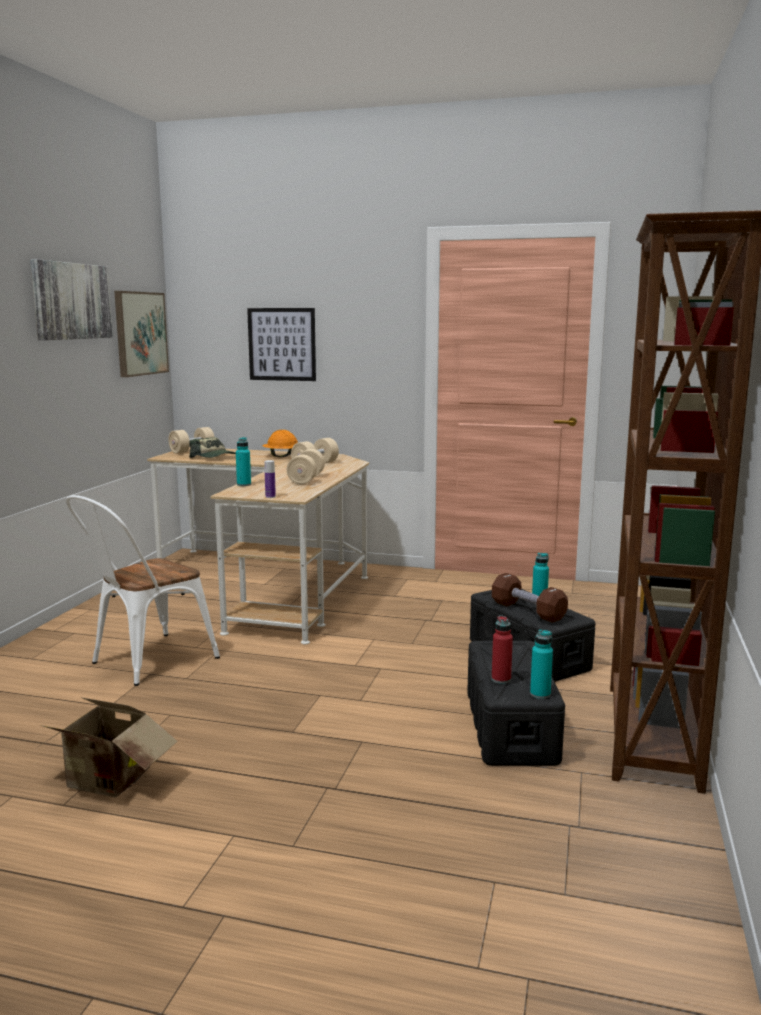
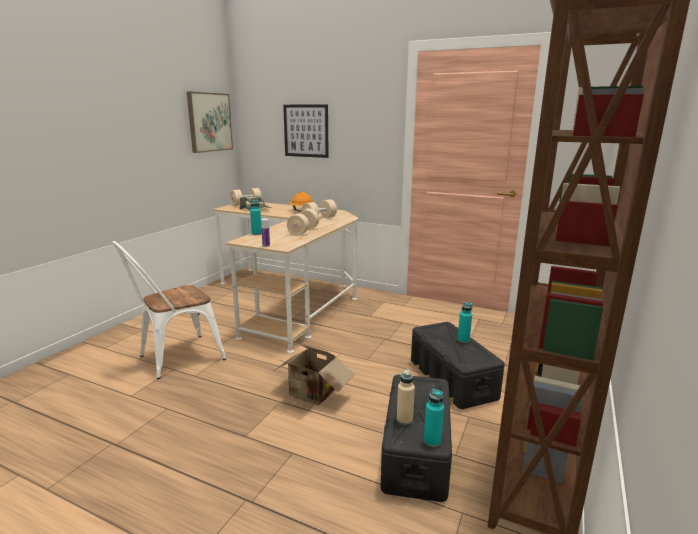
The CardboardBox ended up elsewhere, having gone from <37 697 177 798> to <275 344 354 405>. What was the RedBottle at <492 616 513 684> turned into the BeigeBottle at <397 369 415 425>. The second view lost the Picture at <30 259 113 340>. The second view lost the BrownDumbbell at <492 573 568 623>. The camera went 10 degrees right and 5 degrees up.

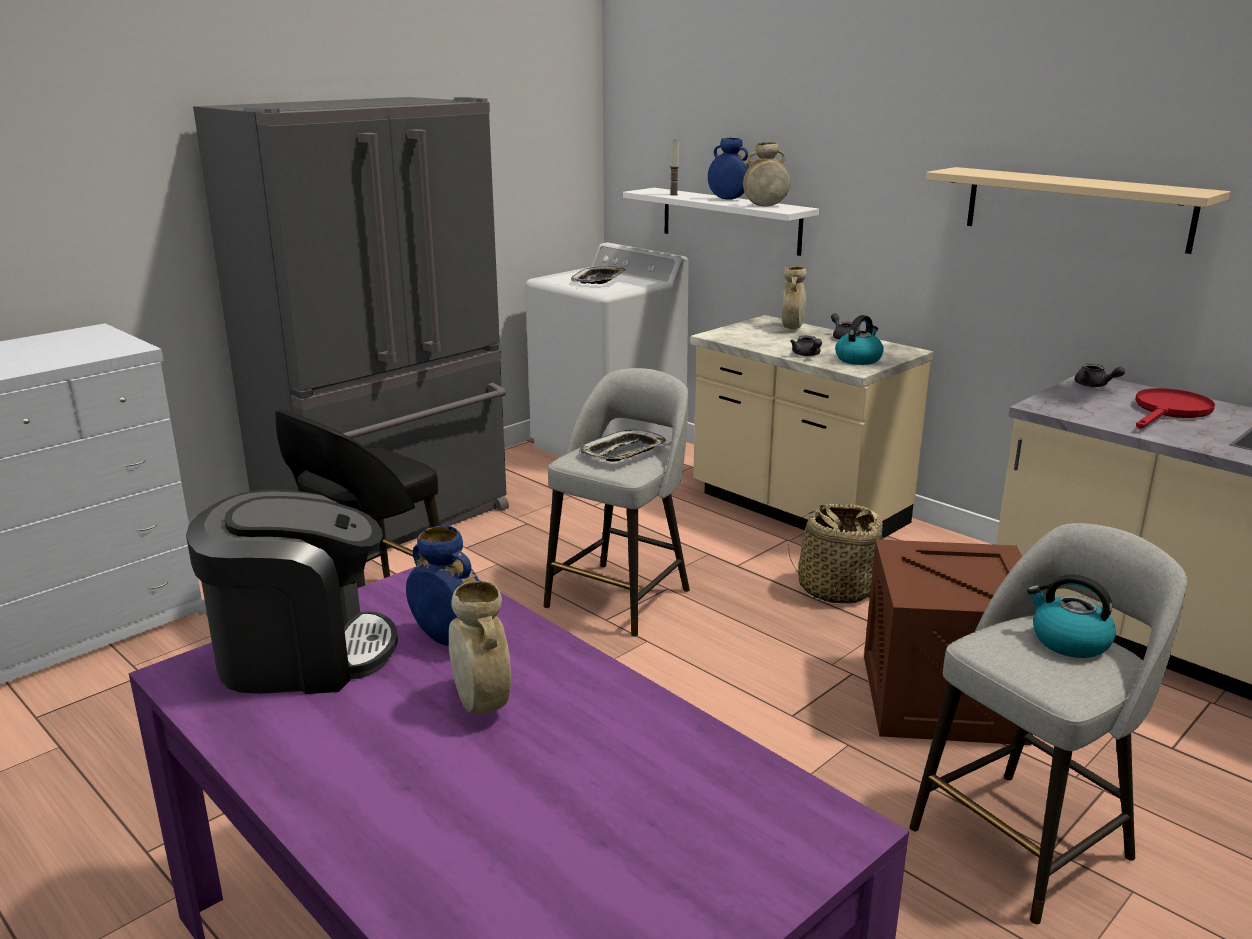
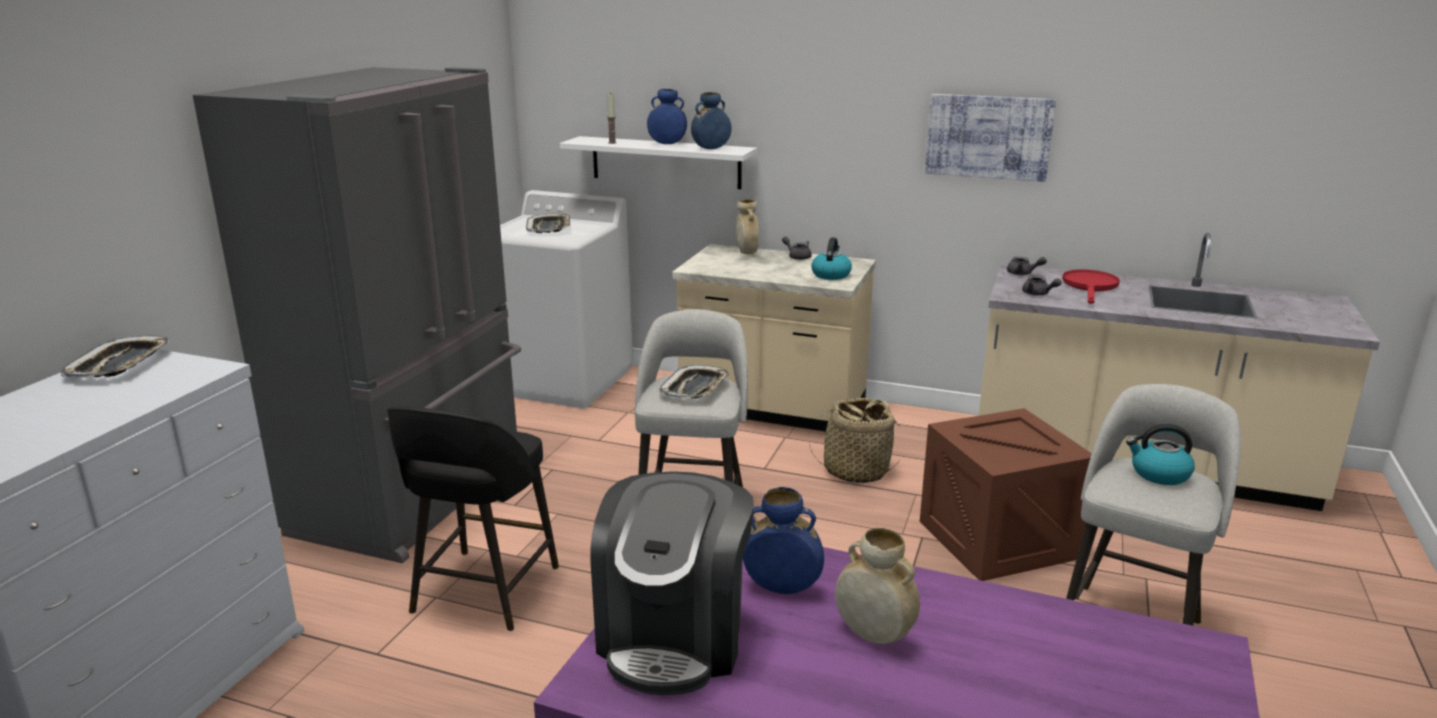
The second view gained the Tray at <61 335 169 378>. The CoffeeMachine at <186 489 398 694> ended up facing another way, 135 degrees clockwise from before. What was the BeigeVase at <743 142 790 207> turned into the BlueVase at <691 92 732 149>. Where the BeigeShelf hung at <926 167 1230 254>, the Picture came to hang at <925 94 1056 182>. The GreyTeapot ended up elsewhere, having gone from <790 336 822 356> to <1022 276 1062 295>. The camera went 25 degrees left and 0 degrees up.

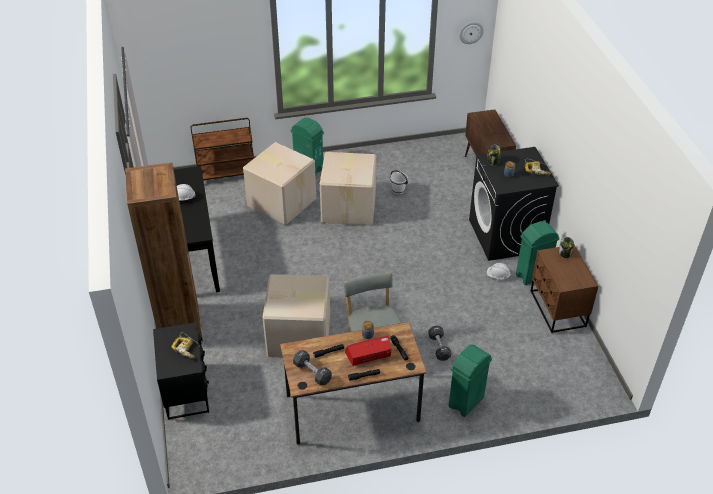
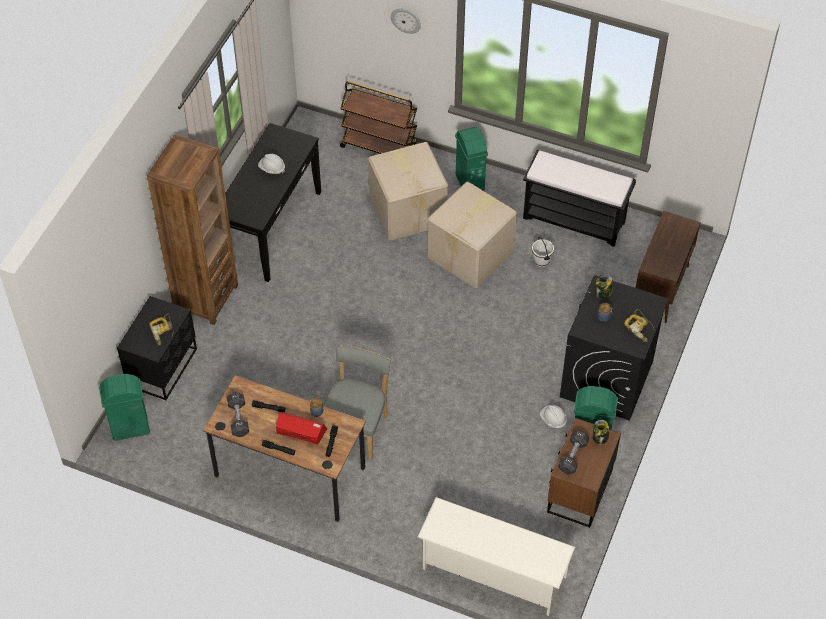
The GreenTrashCan ended up elsewhere, having gone from <449 344 492 417> to <99 374 150 441>. The WallClock ended up elsewhere, having gone from <459 22 484 44> to <391 9 421 34>. The second view gained the WhiteShoeRack at <418 497 575 616>. The second view gained the BlackBench at <523 150 636 247>. The BlackDumbbell ended up elsewhere, having gone from <428 325 451 361> to <558 430 589 474>. The second view lost the CardboardBox at <262 274 330 357>. The camera went 35 degrees right and 10 degrees up.

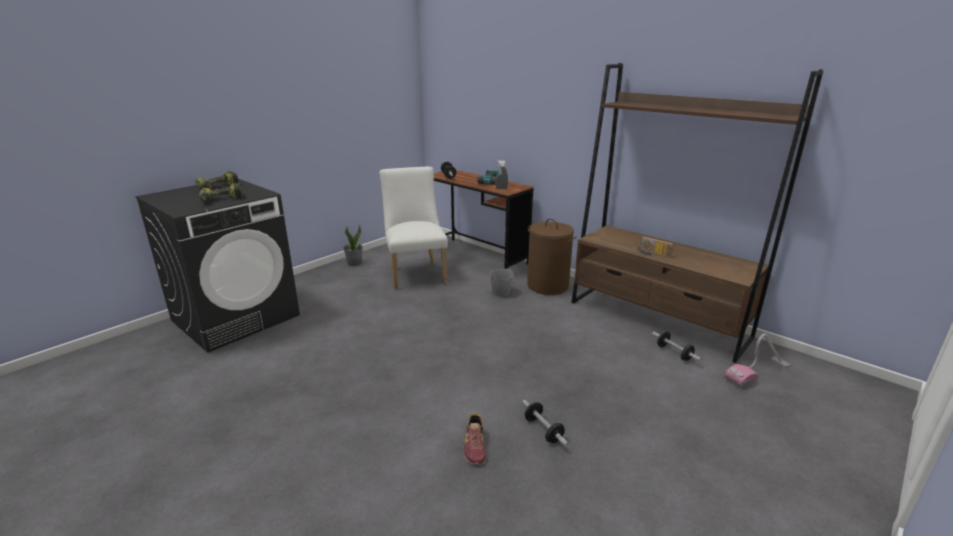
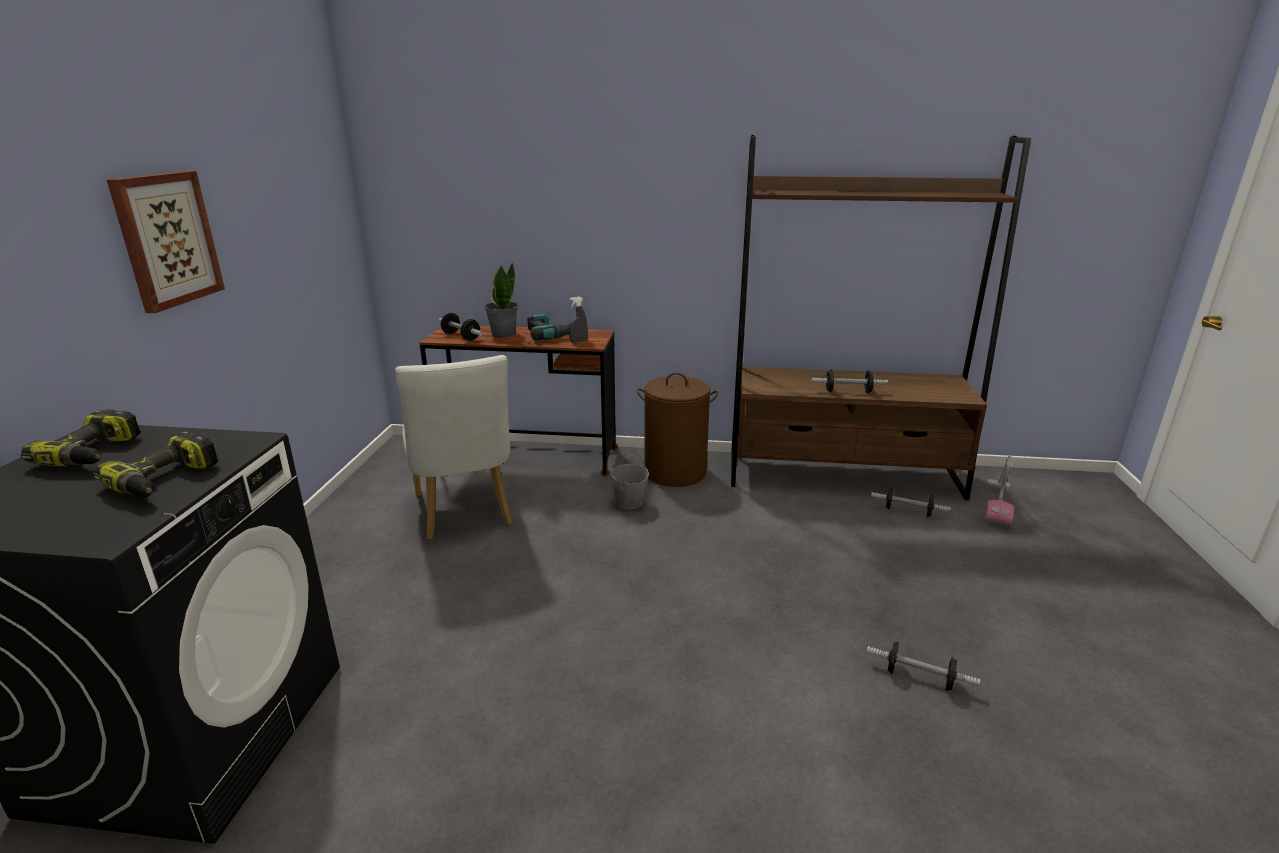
The second view gained the Picture at <107 171 225 313>. The WhiteChair at <379 167 448 290> ended up facing another way, 150 degrees counterclockwise from before. The PottedPlant ended up elsewhere, having gone from <343 225 363 266> to <485 263 518 338>. Where the Radio stood at <637 236 673 258>, the Dumbbell came to stand at <811 369 888 393>. The second view lost the Shoe at <464 413 486 464>. The camera went 35 degrees left and 0 degrees up.

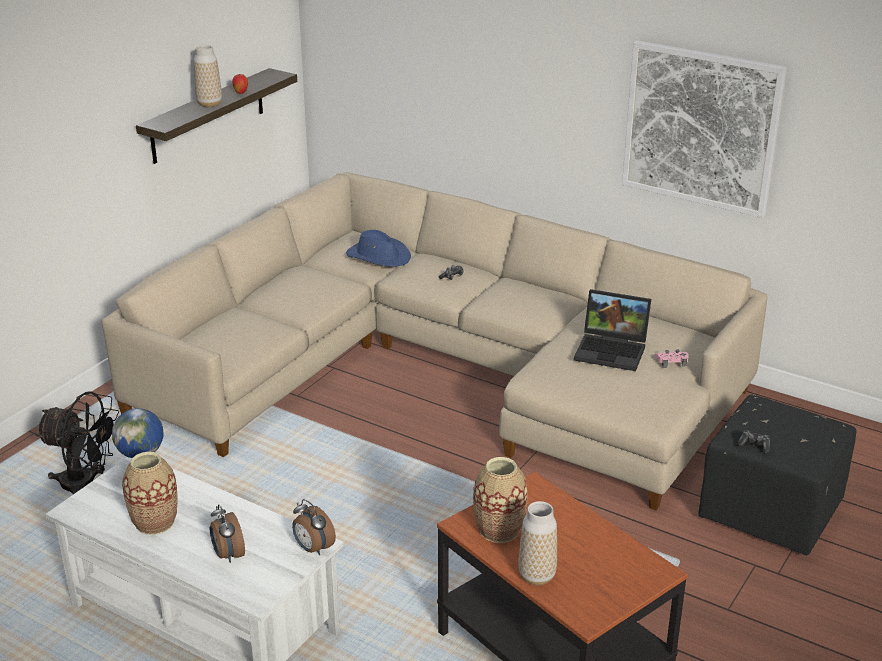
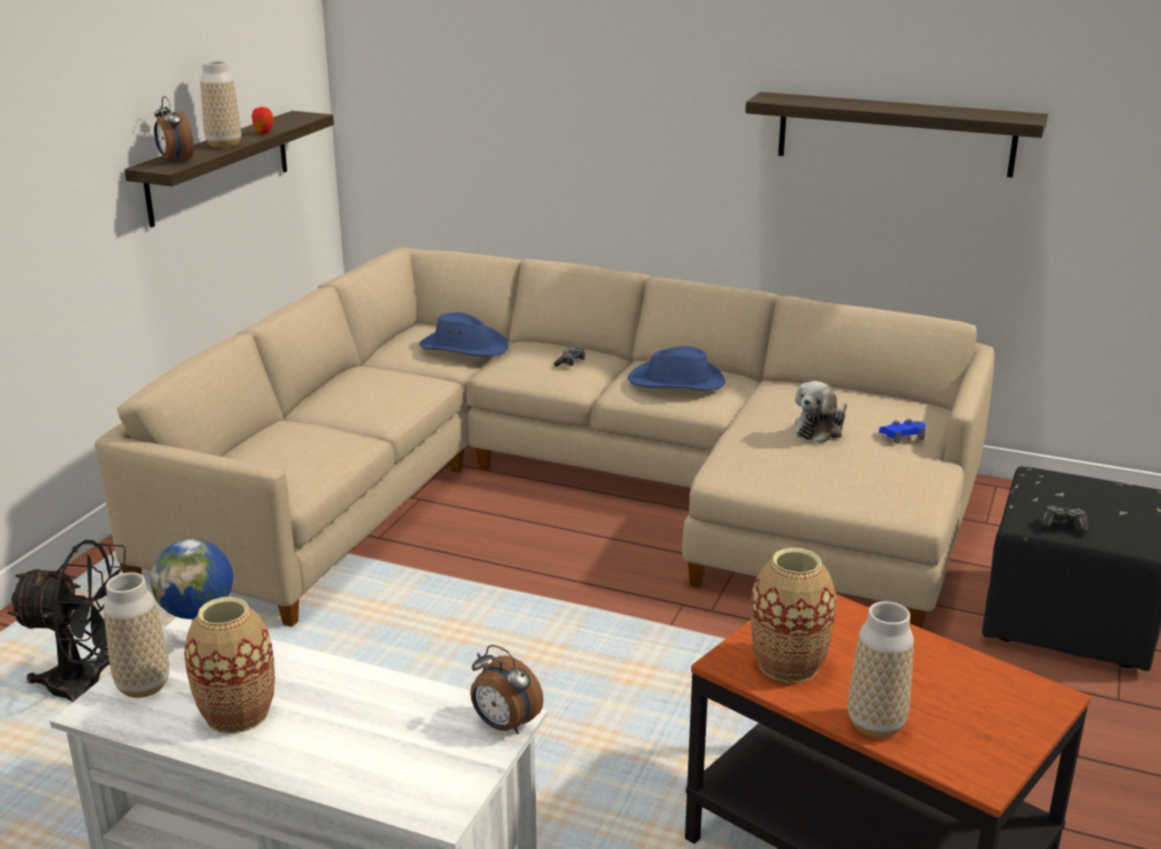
The second view gained the Vase at <104 572 169 698>. The AlarmClock ended up elsewhere, having gone from <210 504 245 563> to <154 96 194 163>. The second view gained the BlueHat at <627 346 725 391>. Where the Picture hung at <622 40 787 218>, the Shelf came to hang at <745 92 1048 178>. Where the Laptop stood at <574 289 651 371>, the PlushToy came to stand at <795 381 847 443>. What was the PinkGameController at <655 350 689 368> turned into the BlueGameController at <879 419 925 444>. The camera went 10 degrees left and 5 degrees down.

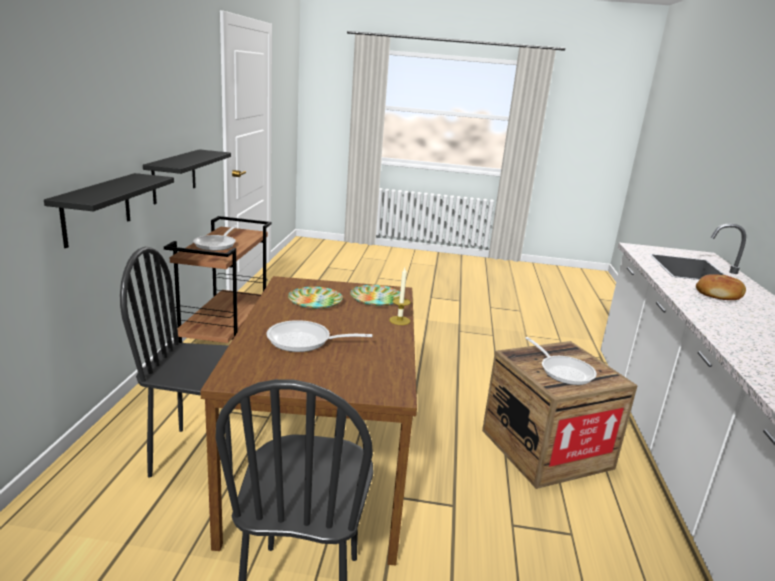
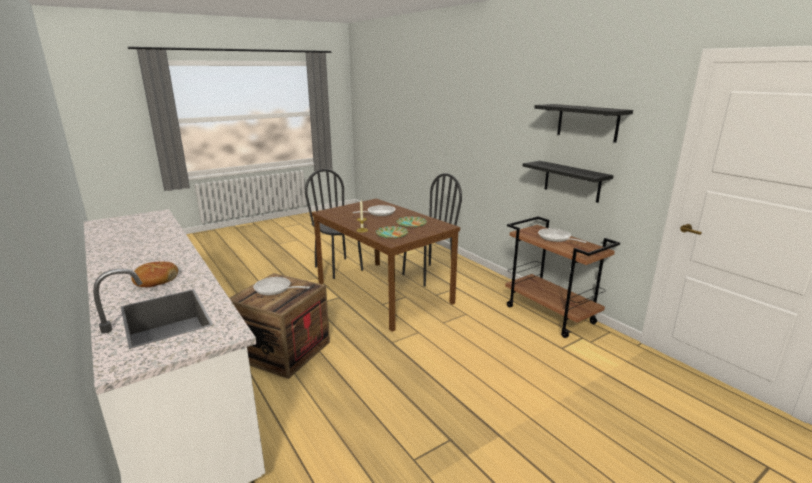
The BlackShelf ended up elsewhere, having gone from <44 173 174 248> to <534 104 633 142>. The camera went 140 degrees right and 0 degrees up.

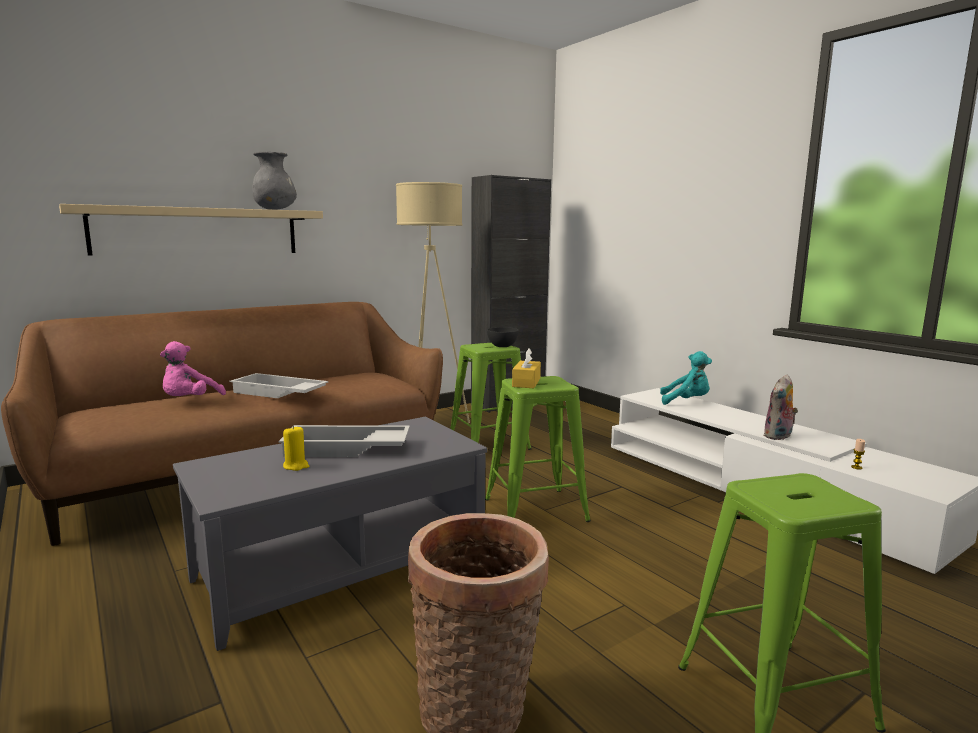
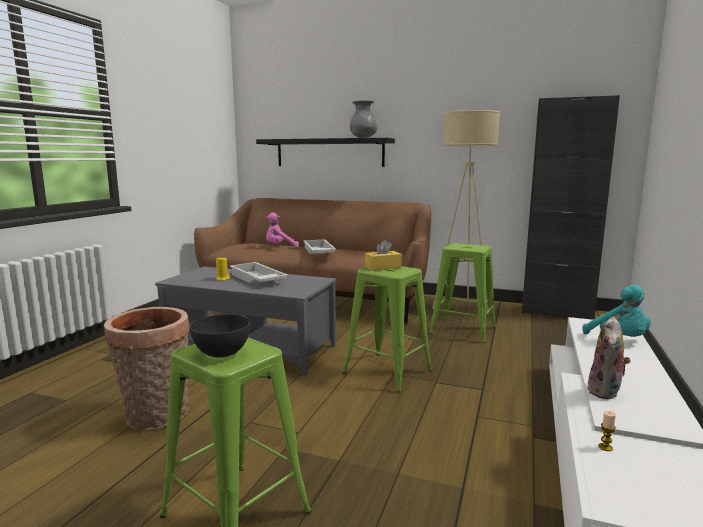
The GreyBowl ended up elsewhere, having gone from <487 327 519 347> to <189 314 251 357>. What was the BeigeShelf at <59 204 323 255> turned into the BlackShelf at <256 138 395 167>. The PlushToy at <763 374 798 440> ended up facing another way, 75 degrees counterclockwise from before. The camera went 55 degrees right and 0 degrees up.

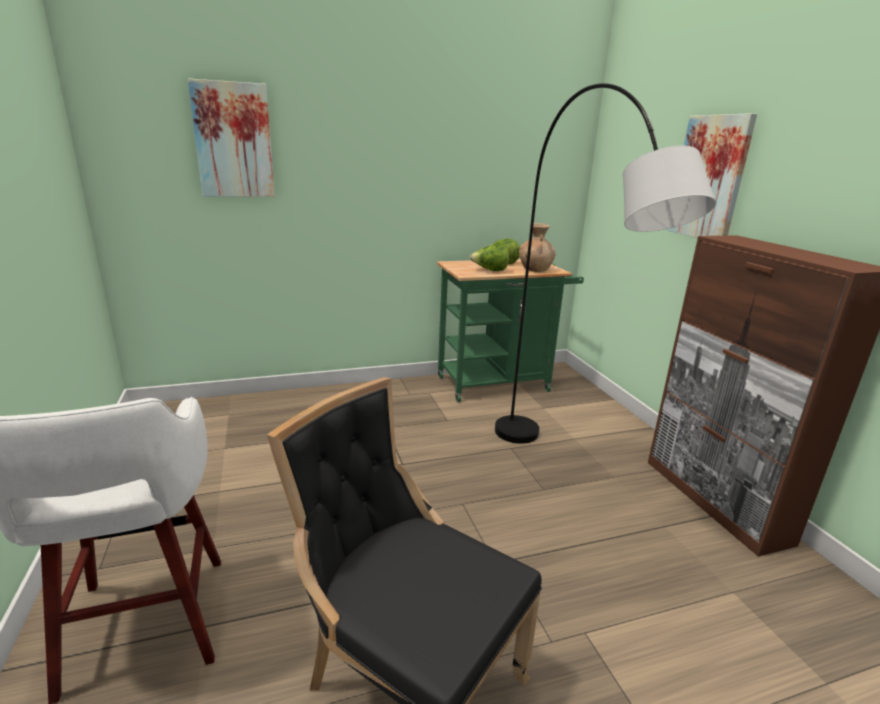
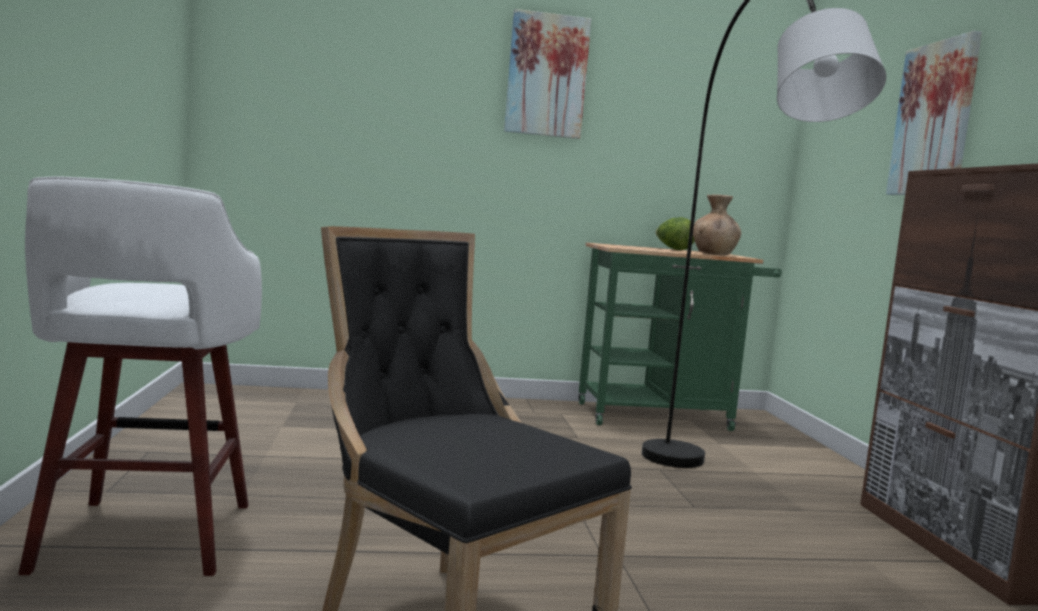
The Picture ended up elsewhere, having gone from <188 78 275 197> to <504 9 591 139>. The second view lost the Lettuce at <470 245 509 271>. The camera went 10 degrees right and 15 degrees down.

